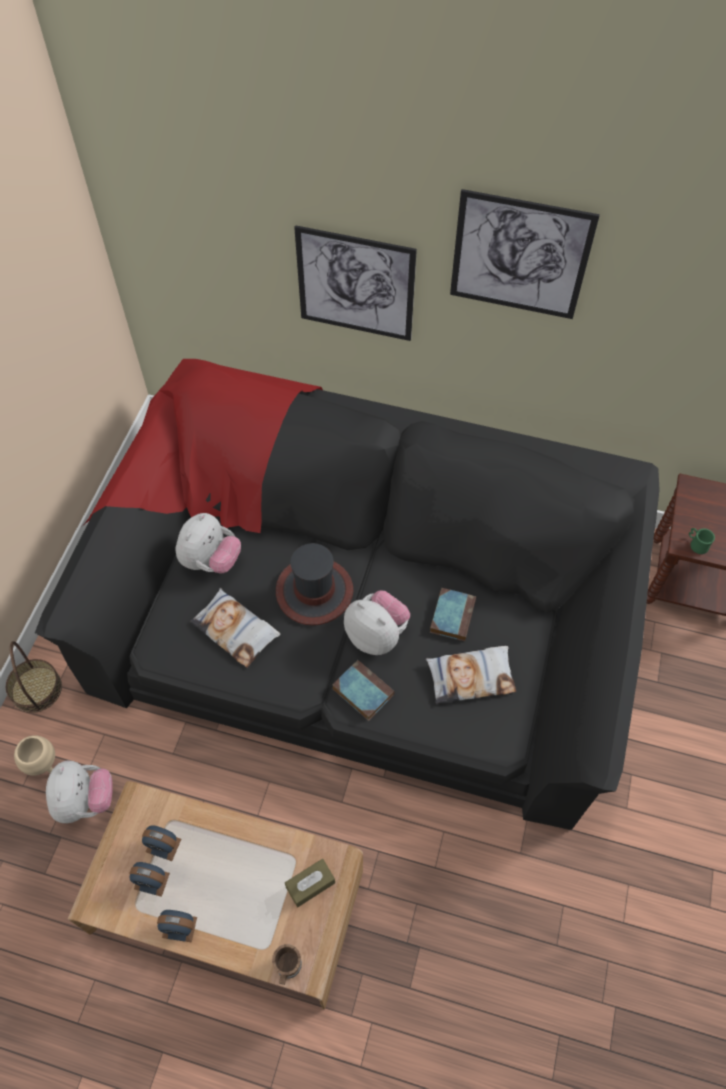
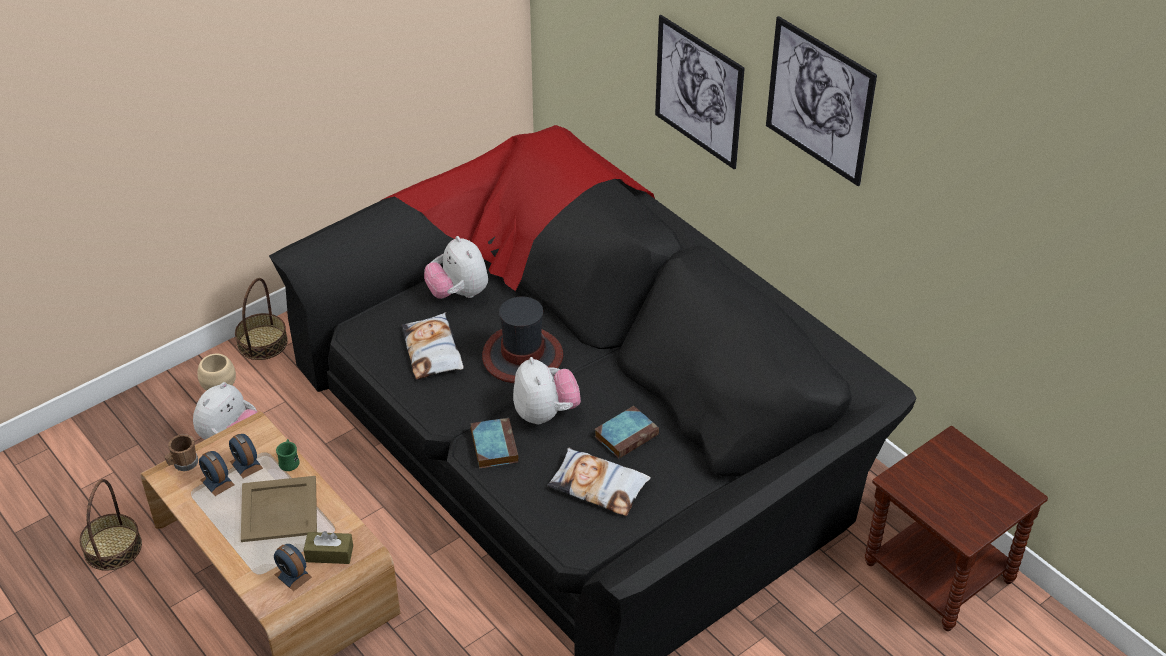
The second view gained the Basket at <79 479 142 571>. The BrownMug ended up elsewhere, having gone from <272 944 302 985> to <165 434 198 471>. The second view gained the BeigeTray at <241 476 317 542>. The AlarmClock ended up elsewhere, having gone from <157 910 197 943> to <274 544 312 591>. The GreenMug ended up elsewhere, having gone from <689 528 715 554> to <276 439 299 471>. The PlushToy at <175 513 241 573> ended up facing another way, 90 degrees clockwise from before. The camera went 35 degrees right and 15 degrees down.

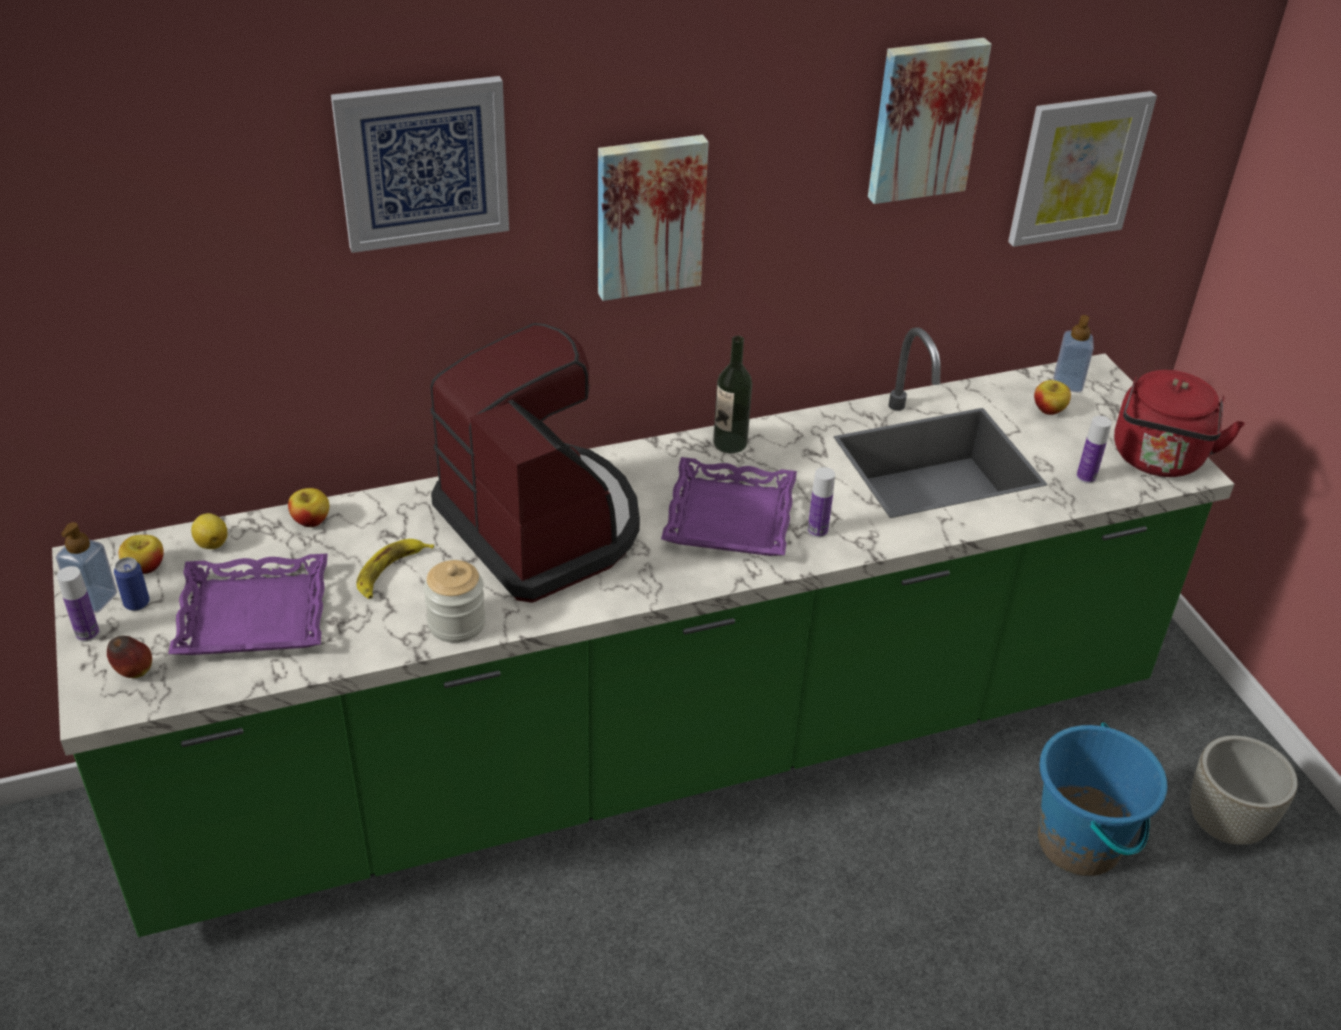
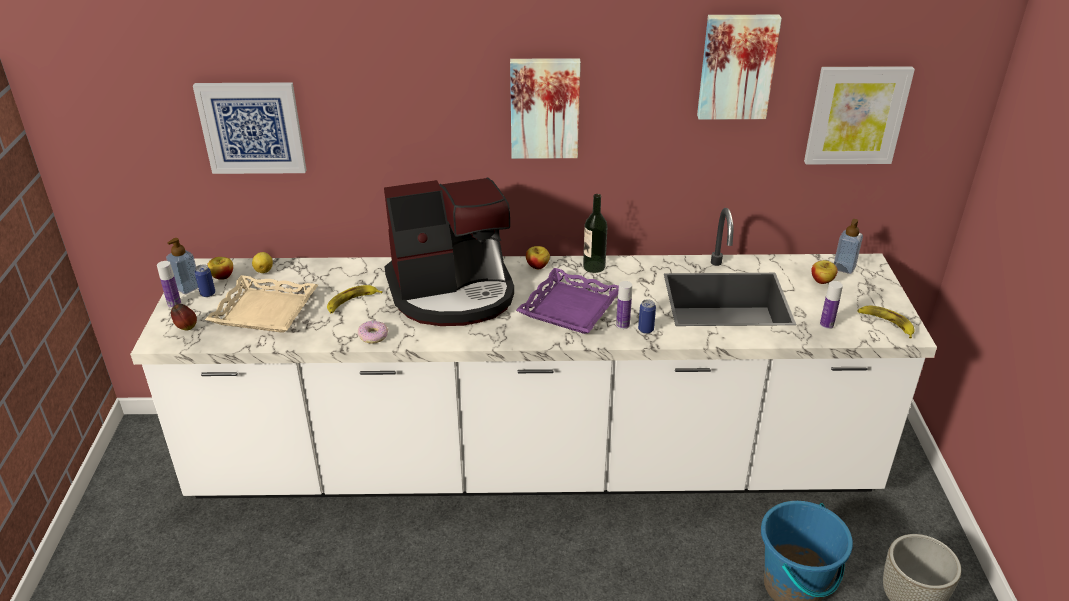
What was the GreenCounter at <52 327 1234 937> turned into the WhiteCounter at <130 208 937 498>. The Picture ended up elsewhere, having gone from <331 76 509 253> to <193 83 307 174>. What was the PurpleTray at <168 553 328 655> turned into the BeigeTray at <205 275 318 333>. Where the Jar stood at <424 560 486 643>, the Donut came to stand at <358 321 388 344>. The CoffeeMachine at <430 323 640 603> ended up facing another way, 90 degrees clockwise from before. The Apple ended up elsewhere, having gone from <288 488 329 527> to <526 246 550 269>. The second view gained the Can at <638 299 656 334>. Where the RedKettle stood at <1114 370 1245 477>, the Banana came to stand at <857 305 915 339>. The camera went 20 degrees right and 5 degrees down.

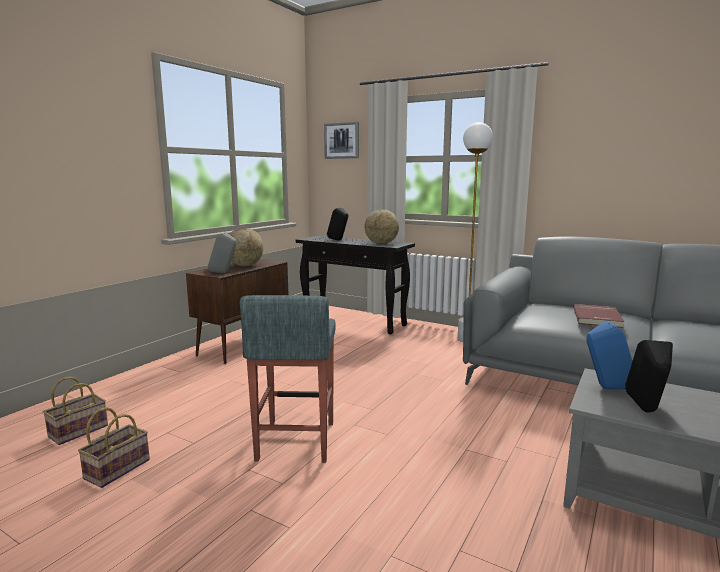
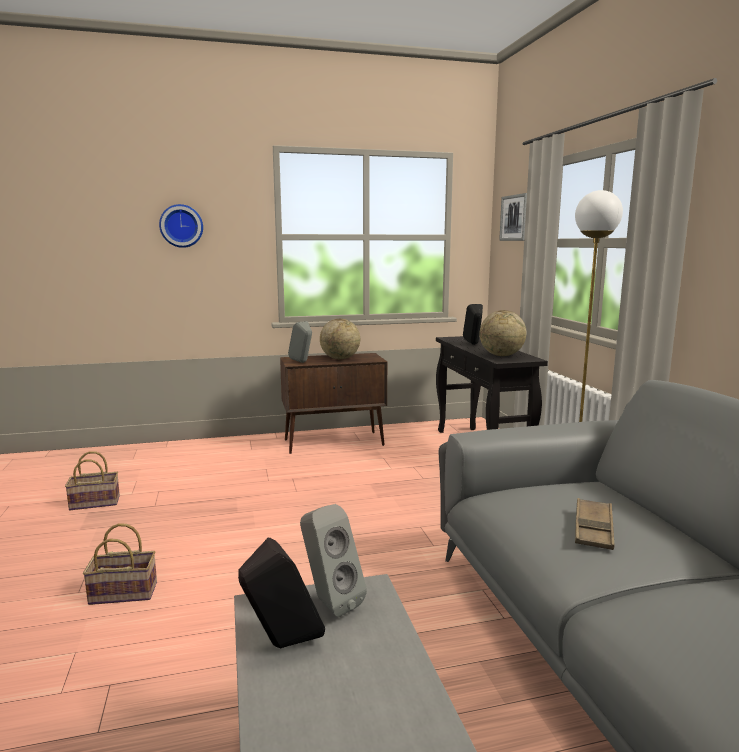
The Basket ended up elsewhere, having gone from <43 377 108 445> to <83 523 157 605>. The second view gained the WallClock at <159 204 203 248>. What was the BlueSpeaker at <586 320 632 389> turned into the GreySpeaker at <300 504 367 617>. Where the RedBook stood at <574 304 624 328>, the BrownTray came to stand at <575 498 614 550>. The second view lost the GreyStool at <240 295 336 463>. The camera went 45 degrees right and 0 degrees up.

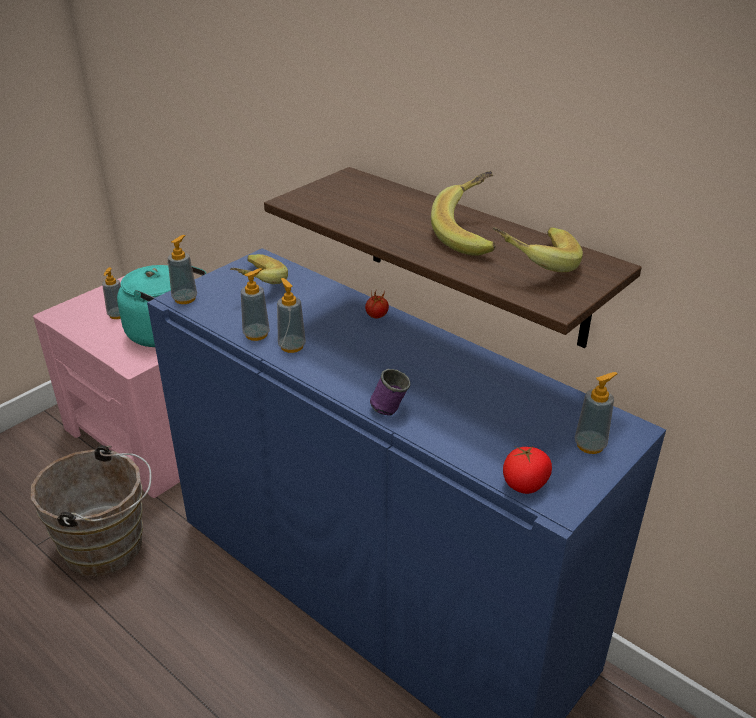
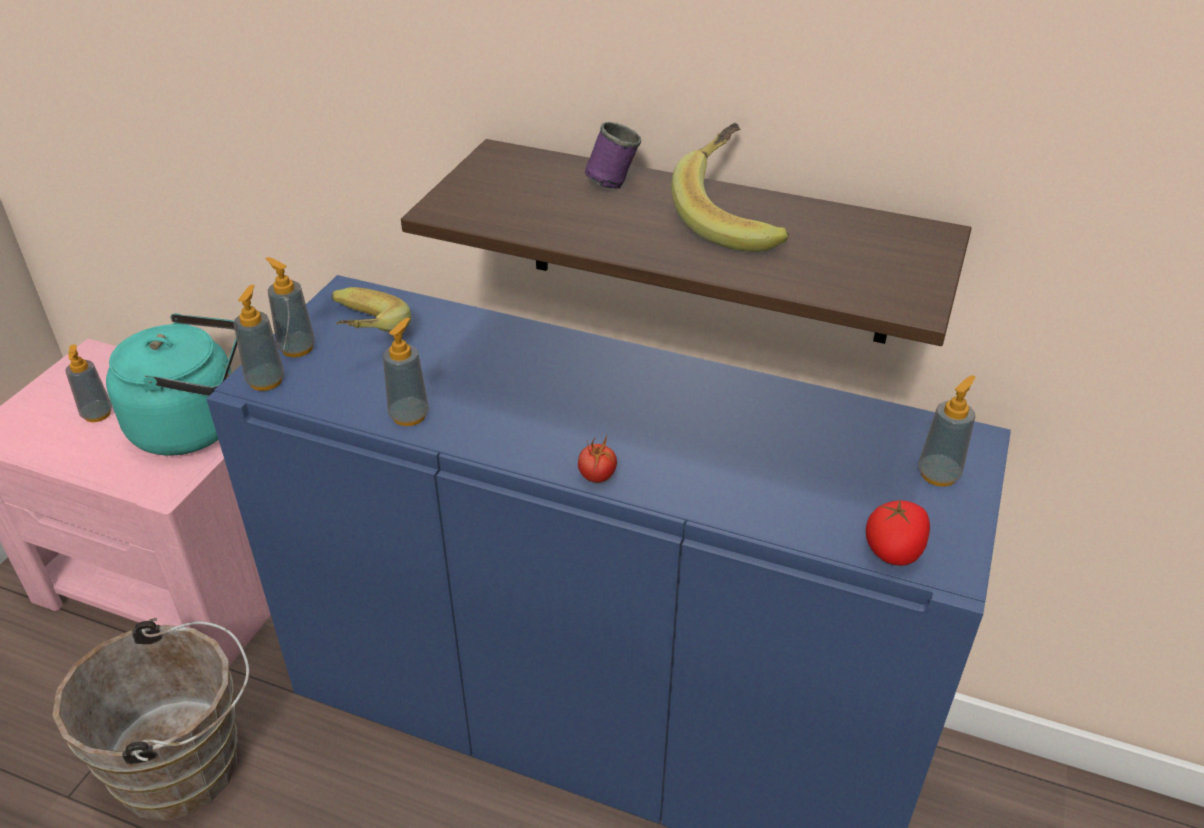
The SoapDispenser ended up elsewhere, having gone from <277 278 306 353> to <265 257 315 357>. The Tomato ended up elsewhere, having gone from <365 291 389 318> to <578 435 617 483>. The PurpleMug ended up elsewhere, having gone from <370 369 410 416> to <585 122 641 189>. The second view lost the Banana at <493 227 583 272>. The camera went 20 degrees left and 5 degrees up.

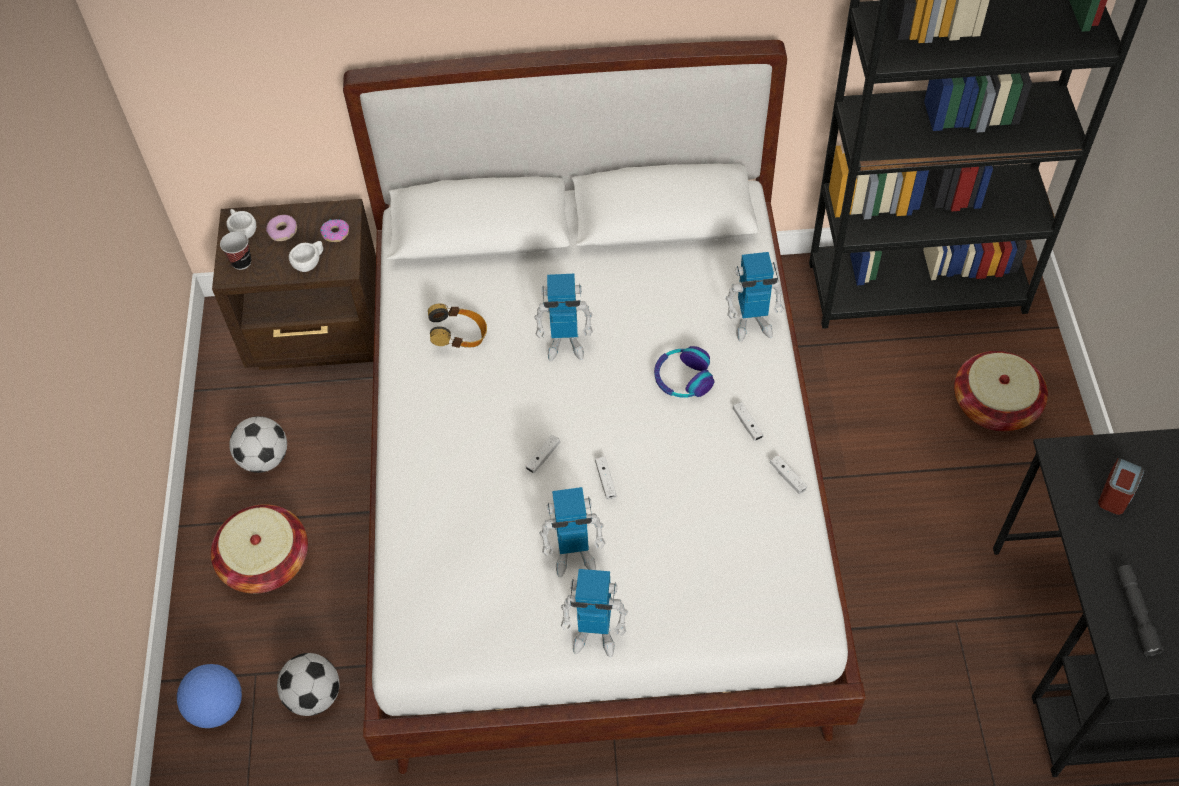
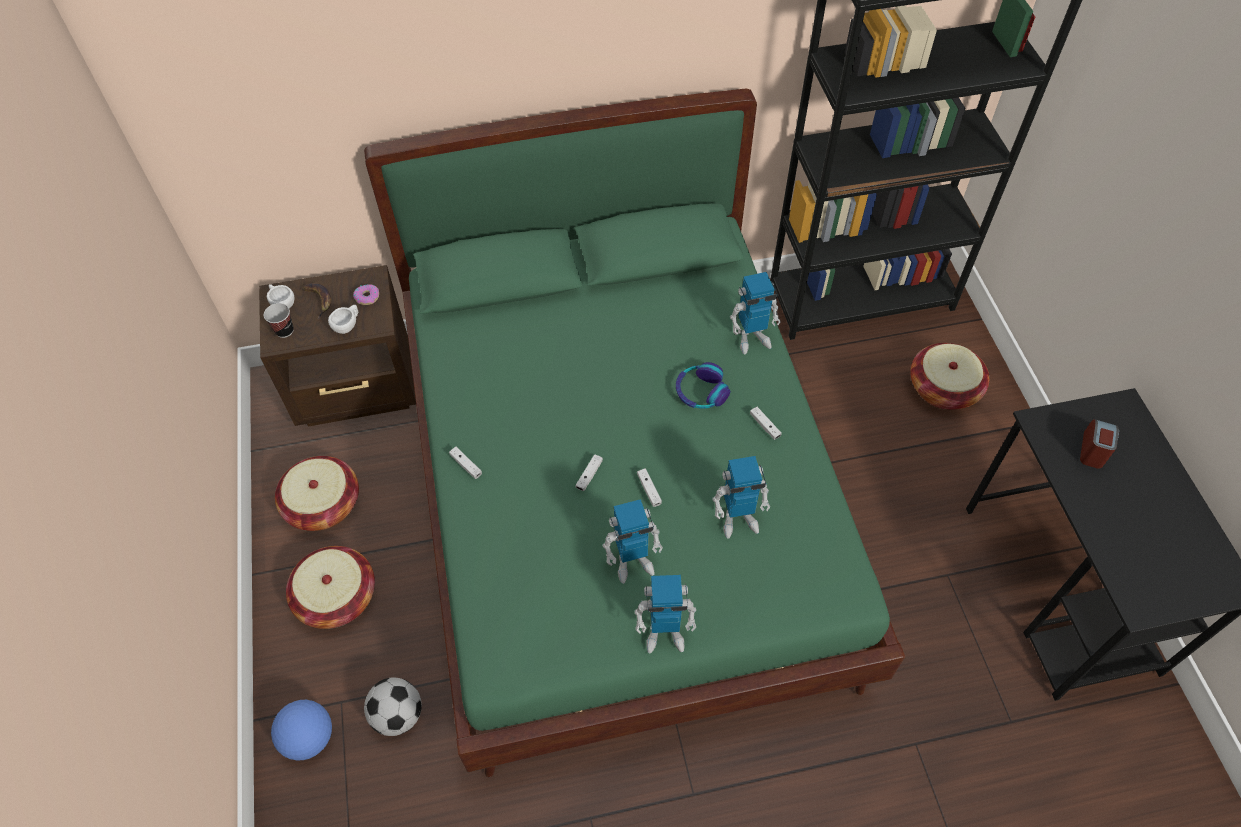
Where the Football stood at <229 416 287 473>, the Basket came to stand at <275 456 359 531>. Where the Donut stood at <266 215 297 241>, the Banana came to stand at <302 283 331 319>. What was the WhiteBed at <343 40 866 774> turned into the GreenBed at <364 89 905 777>. The WhiteGameController ended up elsewhere, having gone from <770 455 807 494> to <449 447 482 479>. The ToyRobot ended up elsewhere, having gone from <534 274 593 361> to <712 456 770 539>. The second view lost the Headphones at <428 303 487 348>. The second view lost the GreyFlashlight at <1116 565 1164 656>. The camera went 10 degrees left and 0 degrees up.

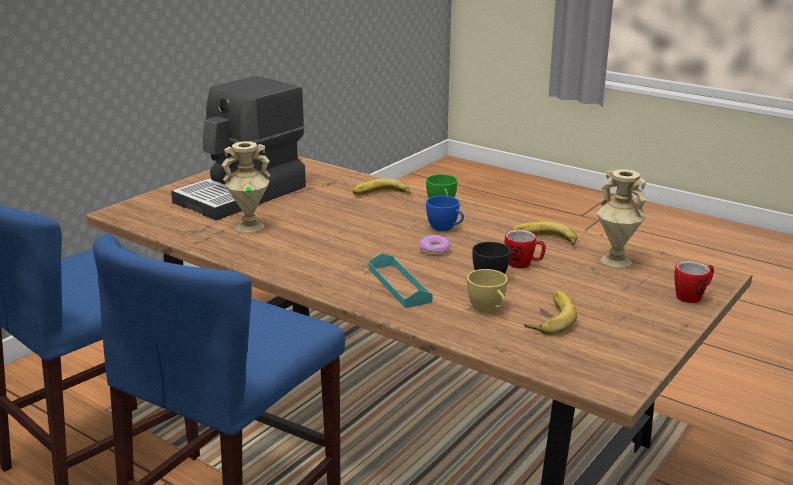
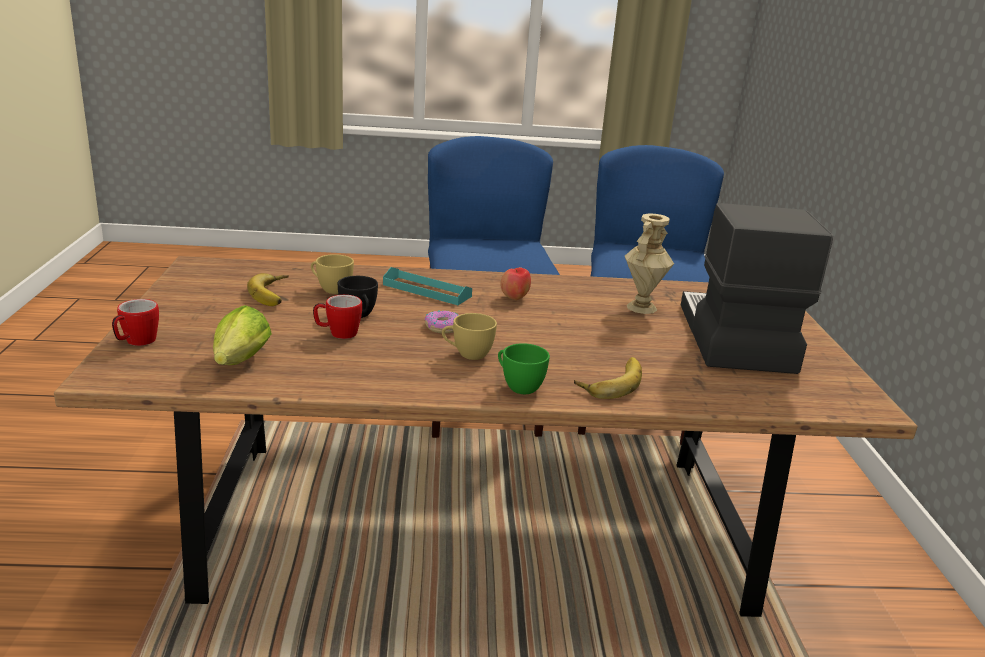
Where the BeigeVase stood at <597 169 647 268>, the Lettuce came to stand at <213 305 272 365>. What was the BlueCup at <426 196 464 231> turned into the YellowCup at <442 313 497 360>. The second view gained the Apple at <500 267 531 300>. The second view lost the Banana at <512 222 578 246>. The camera went 140 degrees right and 0 degrees up.

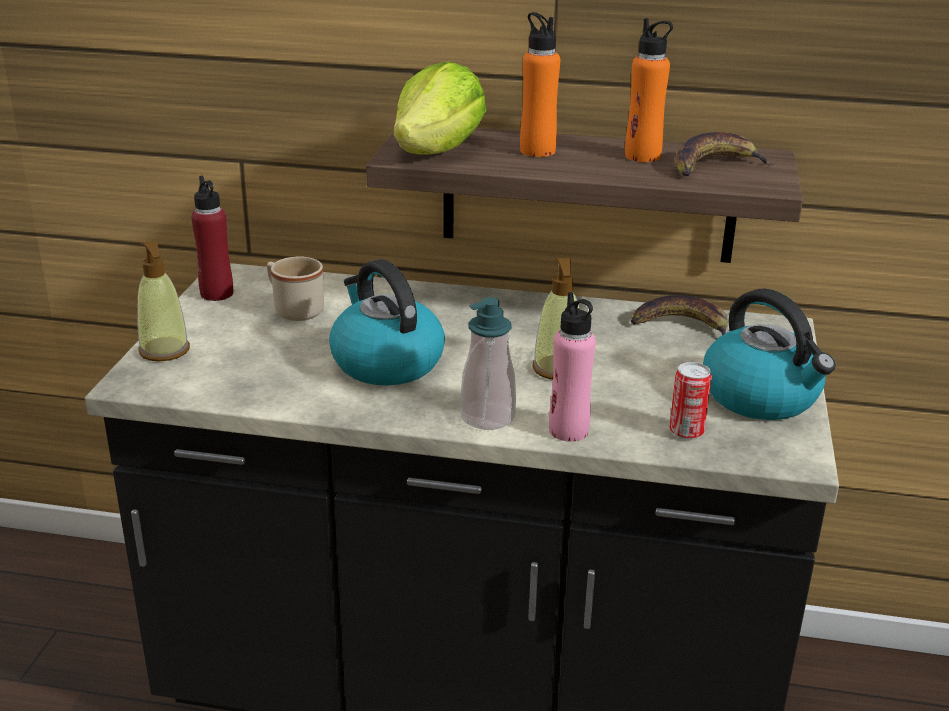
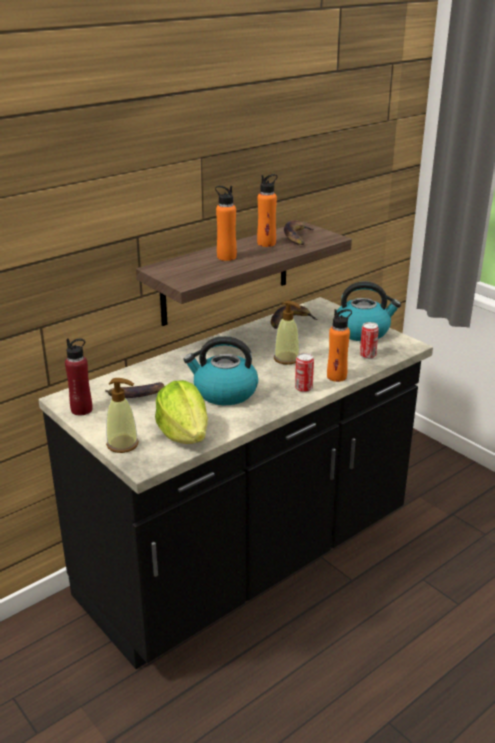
Where the BeigeMug stood at <267 256 324 321>, the Banana came to stand at <105 382 164 398>. The Lettuce ended up elsewhere, having gone from <394 62 486 154> to <155 380 208 444>. Where the SoapDispenser stood at <461 297 516 430>, the Can came to stand at <295 353 314 392>. What was the PinkBottle at <549 292 596 442> turned into the OrangeBottle at <327 309 352 382>. The camera went 50 degrees left and 0 degrees up.

